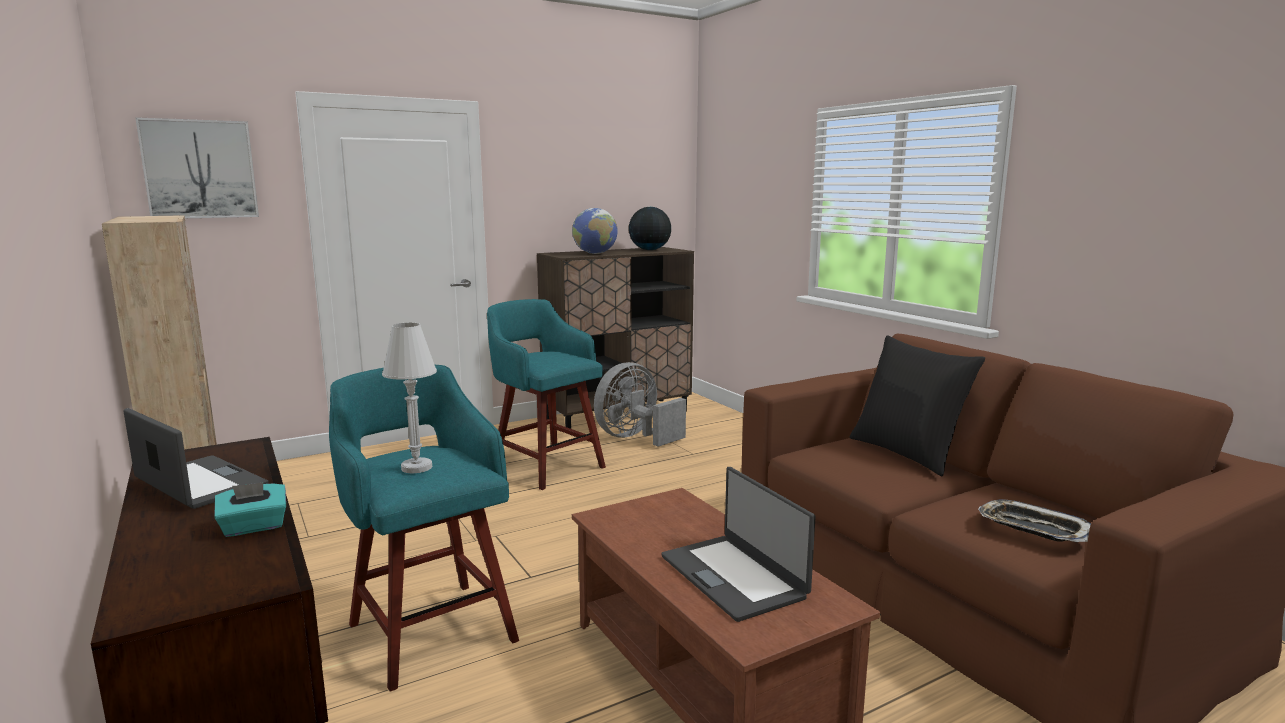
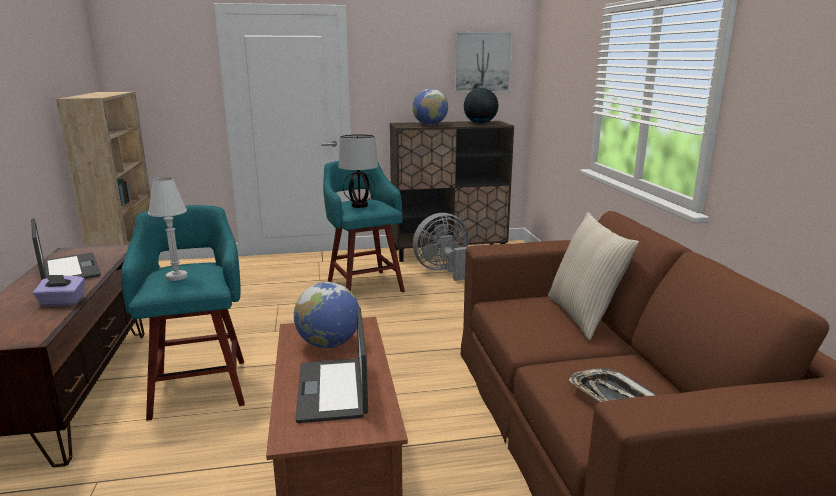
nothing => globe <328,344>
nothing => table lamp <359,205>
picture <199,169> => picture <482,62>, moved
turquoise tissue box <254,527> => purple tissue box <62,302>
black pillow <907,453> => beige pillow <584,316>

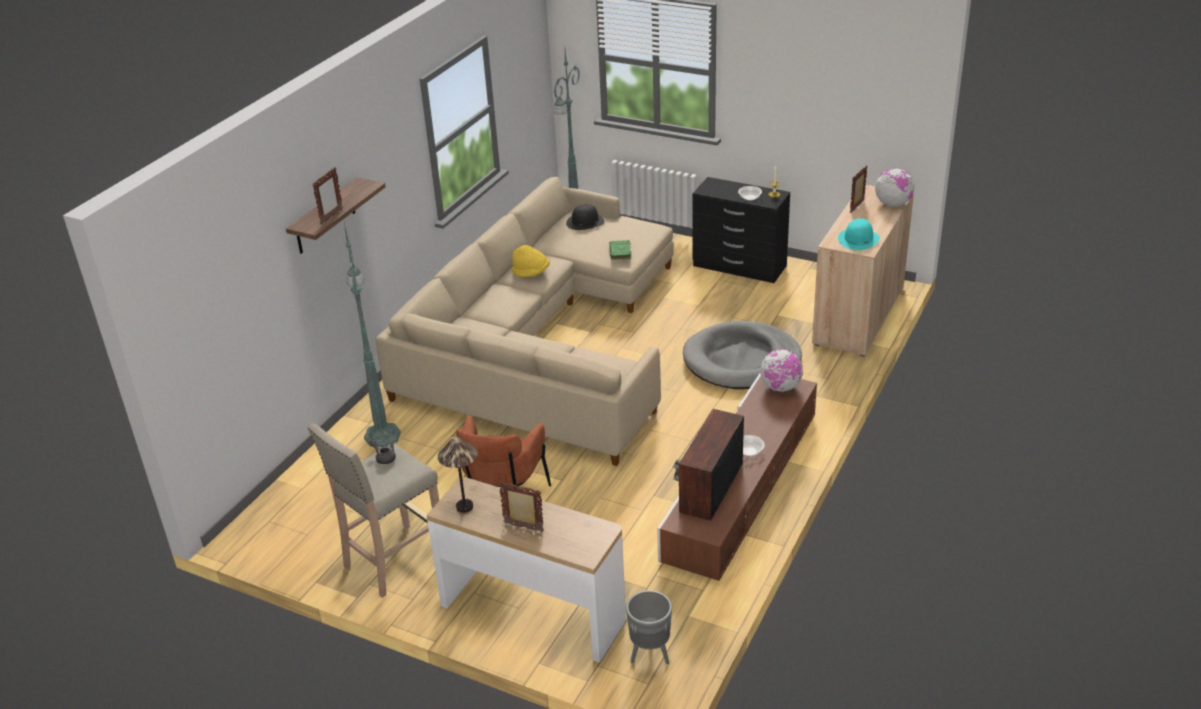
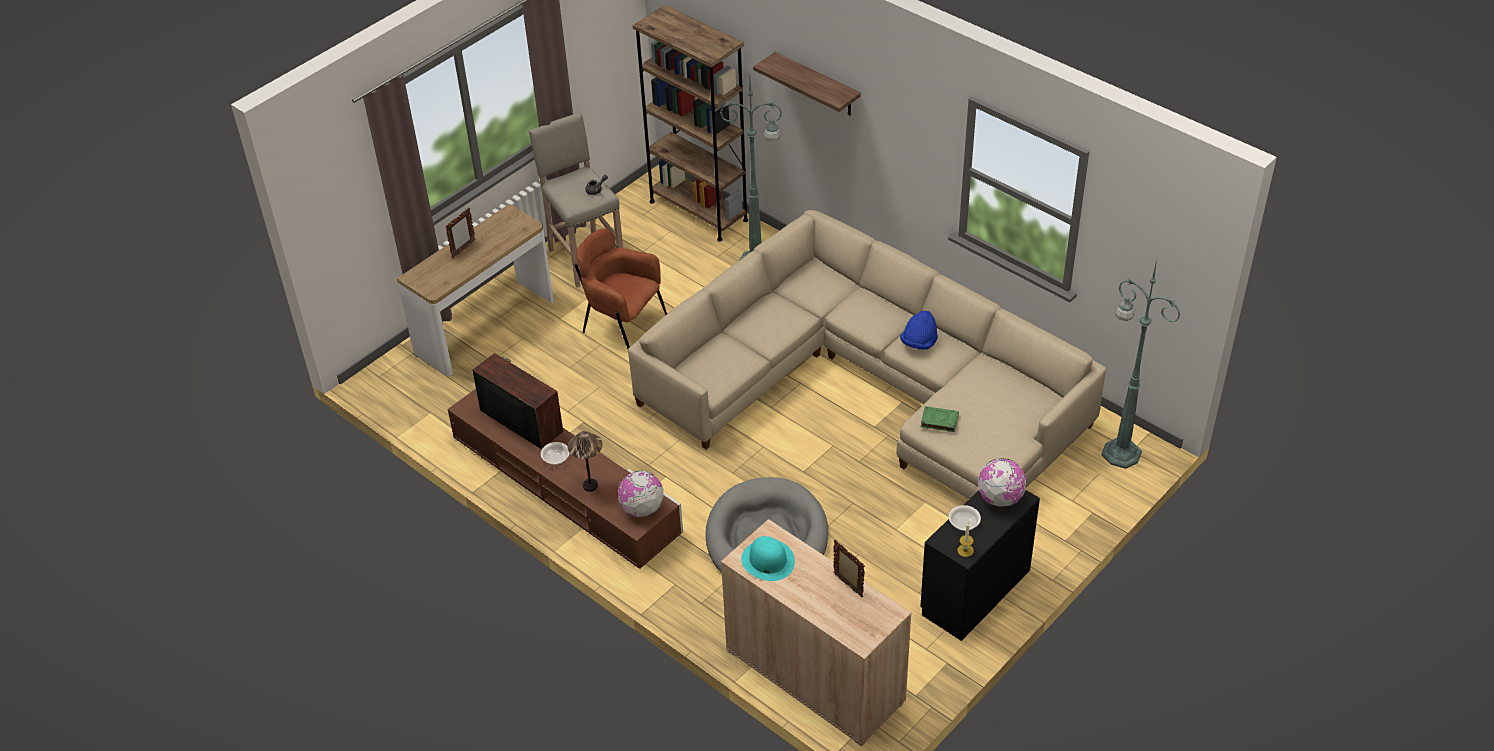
picture frame <331,217> => nothing
black hat <585,222> => nothing
grey planter <650,655> => nothing
nothing => brown bookcase <698,211>
table lamp <465,506> => table lamp <590,486>, moved
globe <892,204> => globe <1000,498>, moved
yellow hat <531,273> => blue hat <919,342>

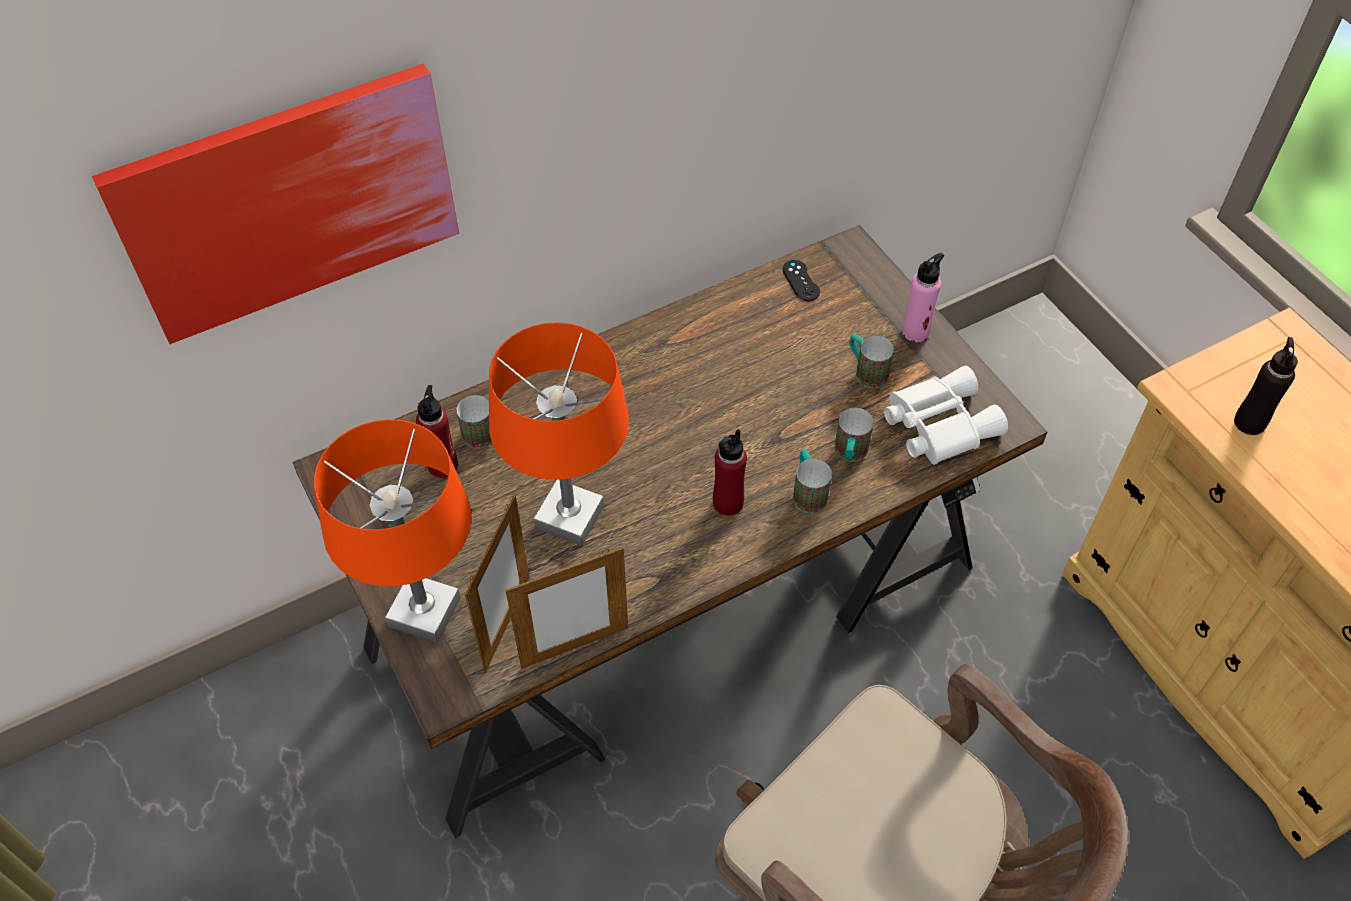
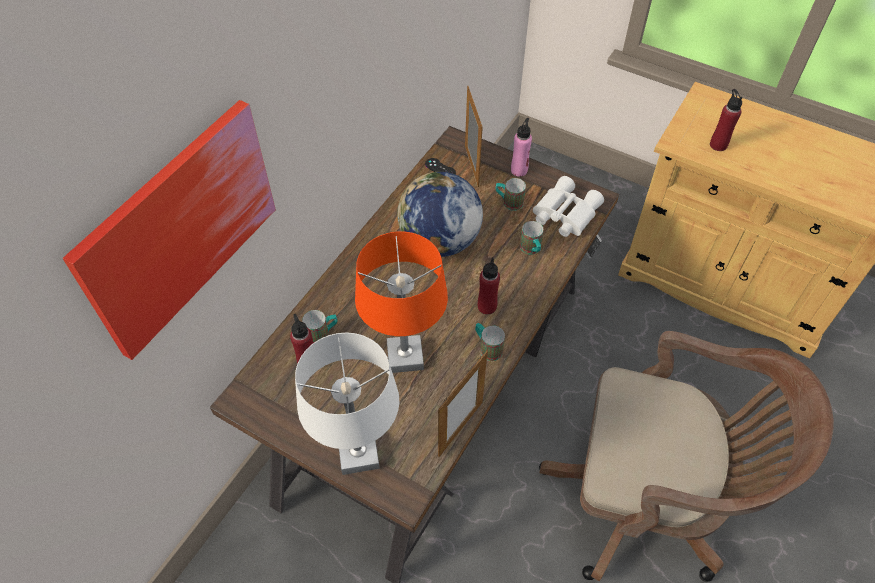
nothing => globe <439,241>
picture frame <507,623> => picture frame <471,166>, moved
mug <807,492> => mug <487,348>, moved
orange table lamp <424,613> => white table lamp <359,455>
black bottle <1249,422> => red bottle <718,145>

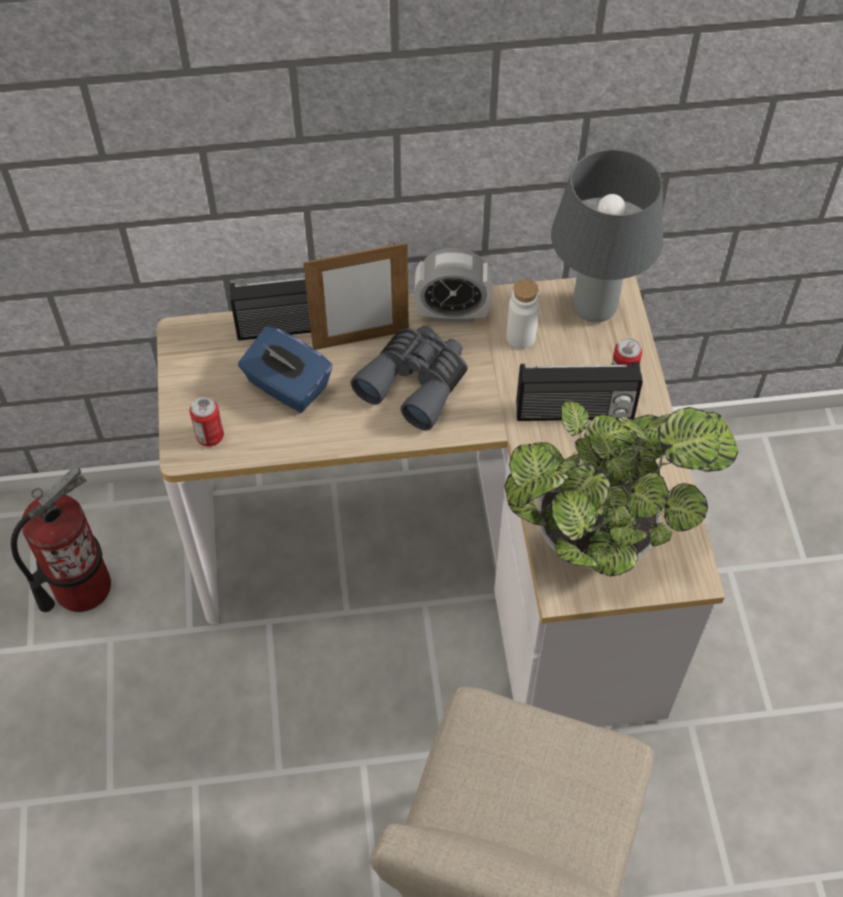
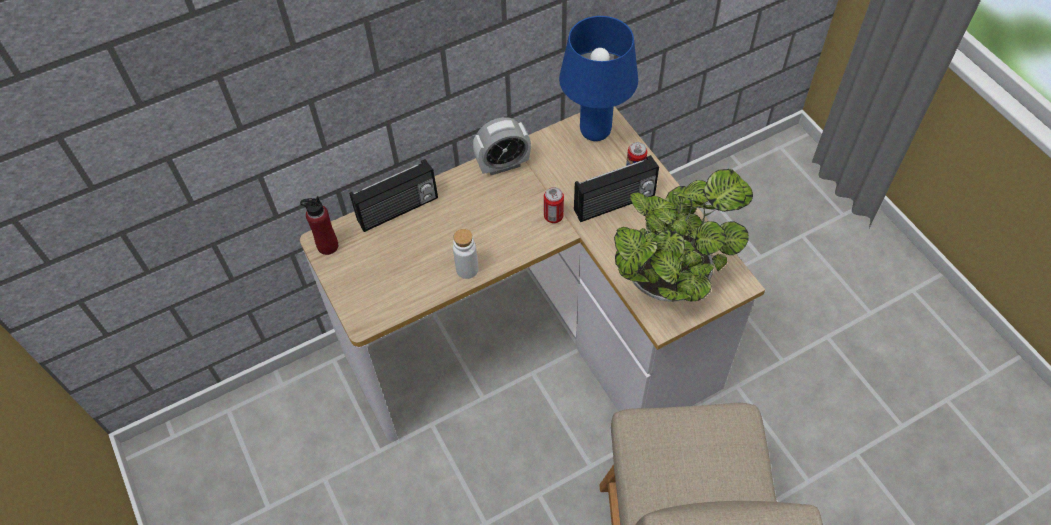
fire extinguisher <81,586> => nothing
blue tissue box <287,386> => nothing
picture frame <360,340> => nothing
grey binoculars <416,382> => nothing
nothing => red bottle <327,246>
can <210,436> => can <553,216>, moved
white bottle <520,337> => white bottle <467,269>, moved
grey table lamp <596,308> => blue table lamp <596,131>

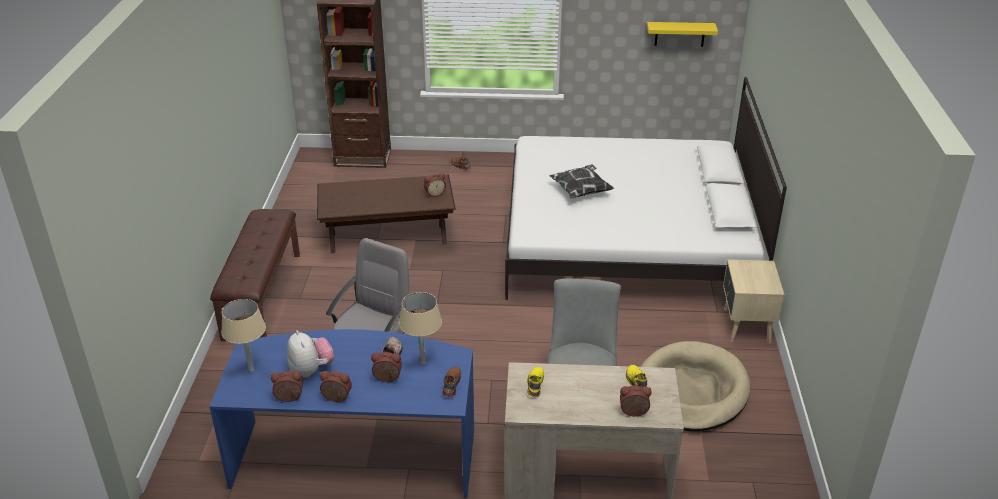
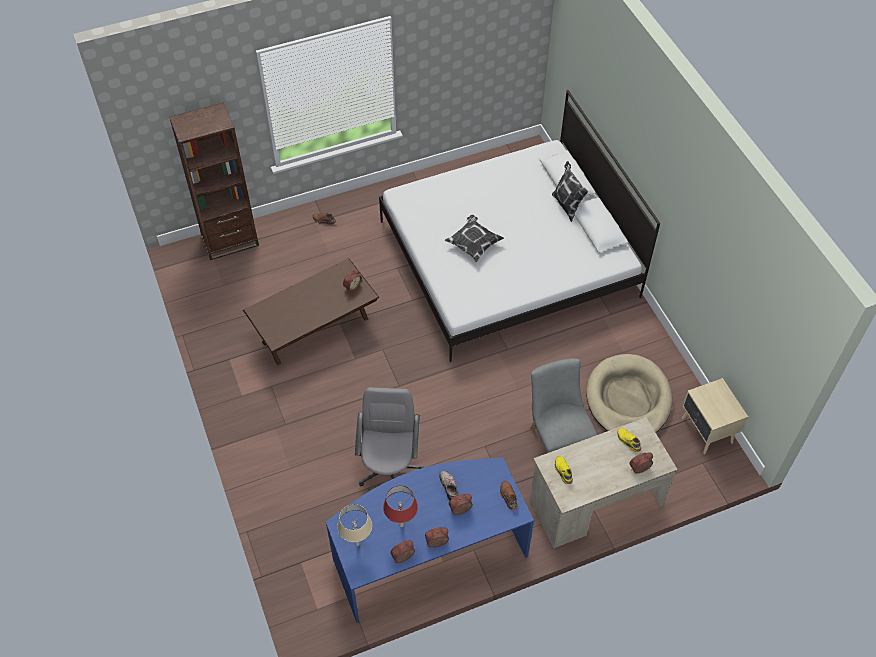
brown bench <261,295> => nothing
beige table lamp <423,363> => nothing
yellow shelf <679,34> => nothing
nothing => pillow <567,205>
beige nightstand <745,326> => beige nightstand <706,431>, moved
plush toy <311,370> => red table lamp <401,525>

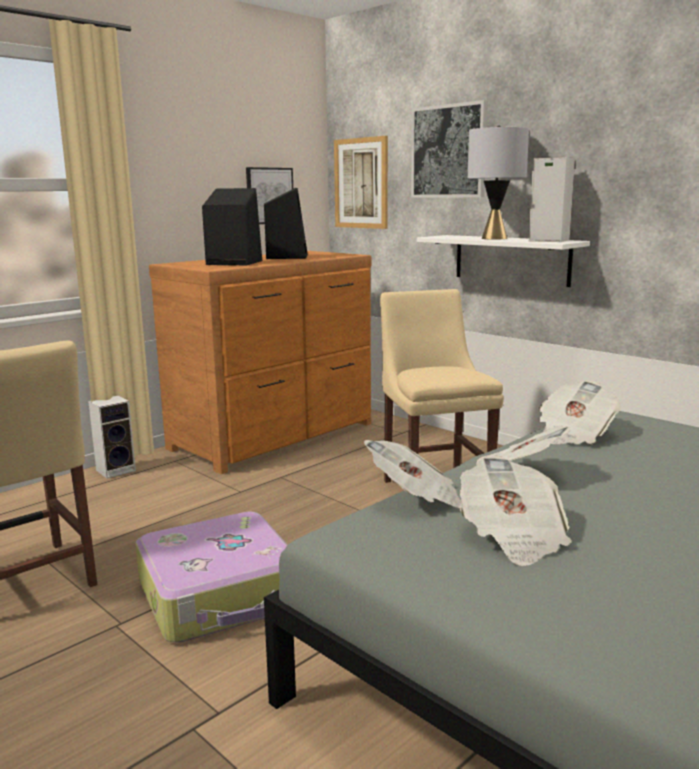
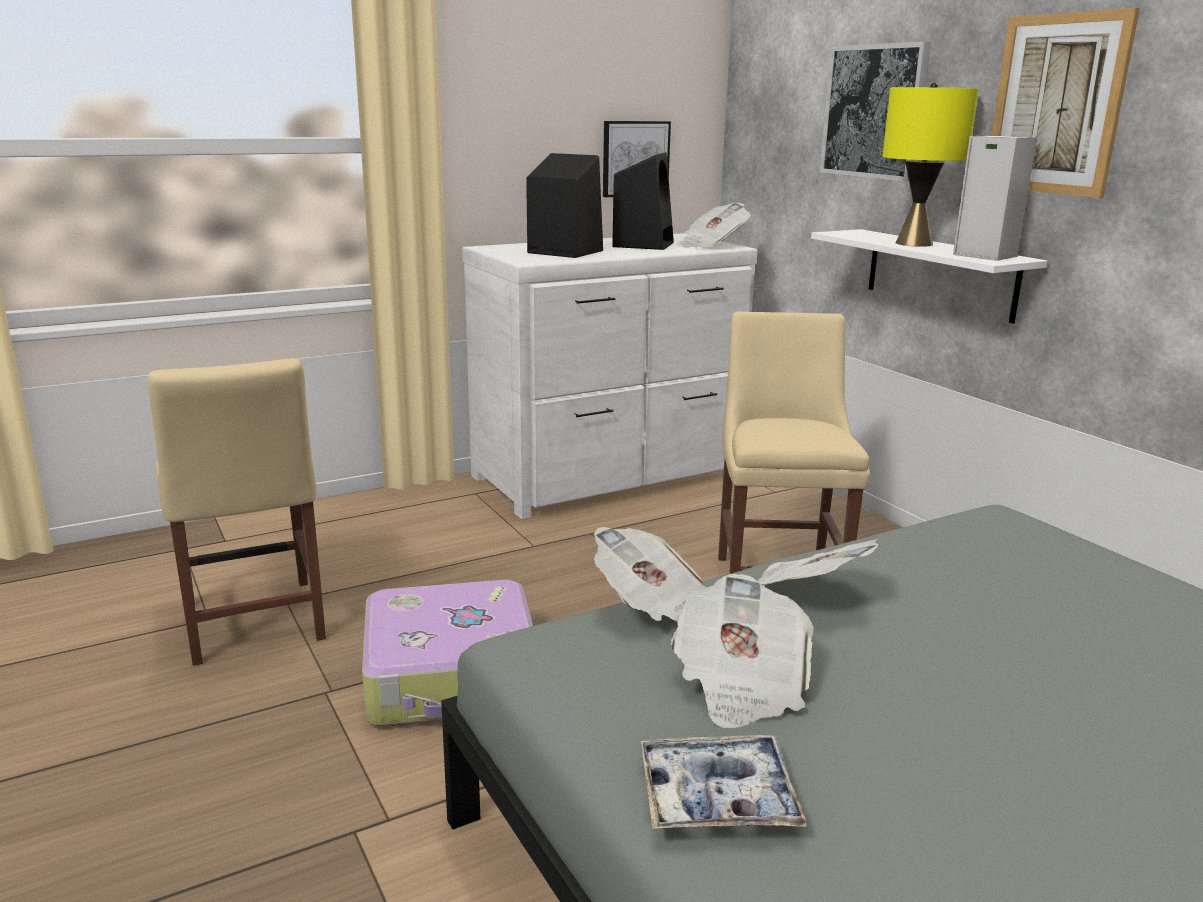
speaker <117,470> => nothing
nothing => tray <718,796>
picture <361,183> => picture <1056,105>, moved
newspaper <573,434> => newspaper <711,245>, moved
brown dresser <276,436> => white dresser <610,476>
grey table lamp <494,238> => yellow table lamp <914,244>

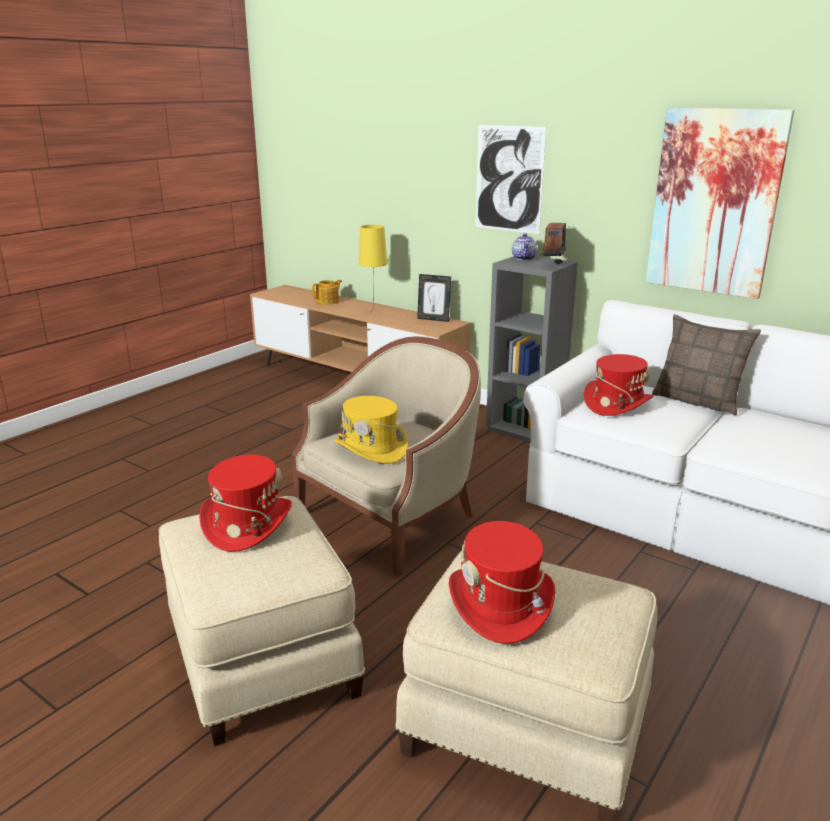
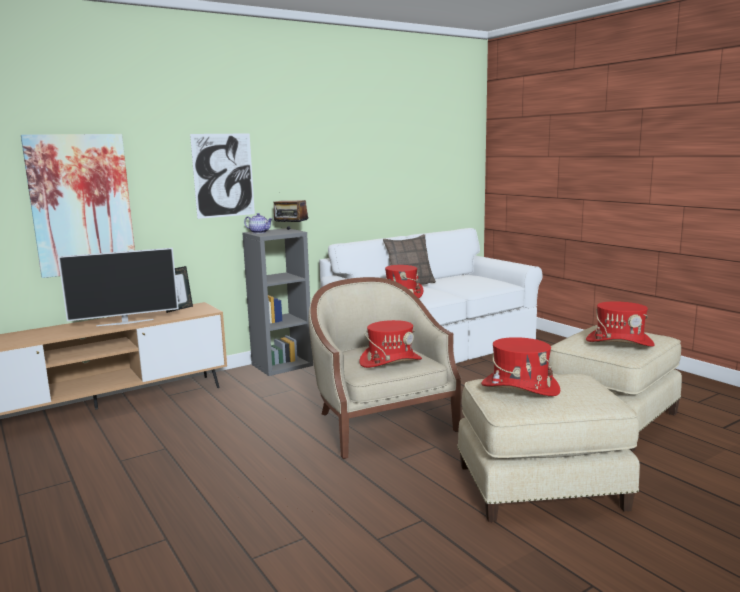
teapot <328,301> => nothing
picture <714,203> => picture <81,204>, moved
yellow table lamp <374,314> => television <125,322>
yellow hat <371,448> => red hat <390,361>

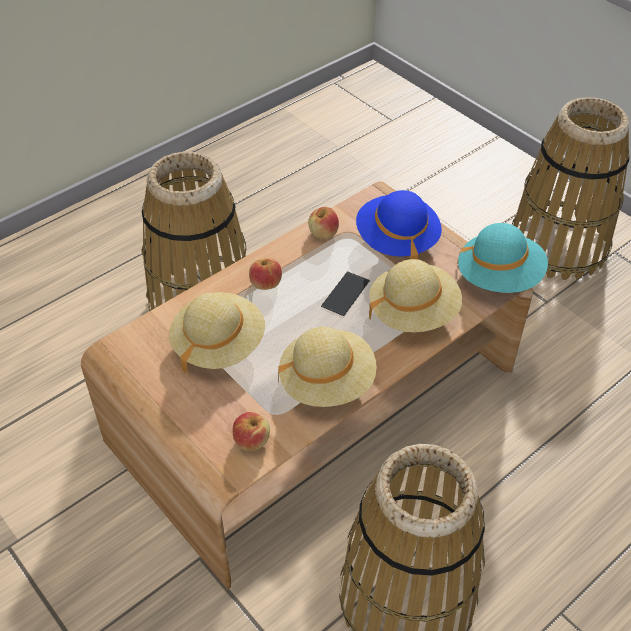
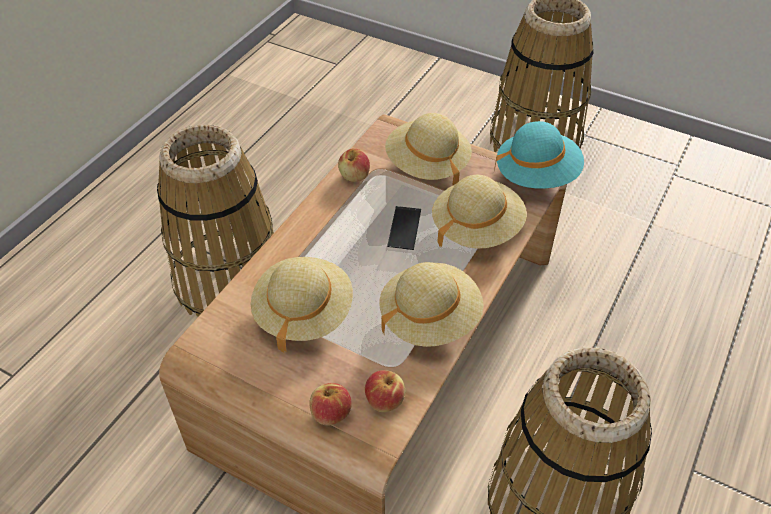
apple <265,283> => apple <330,413>, moved
blue hat <396,240> => beige hat <427,165>

